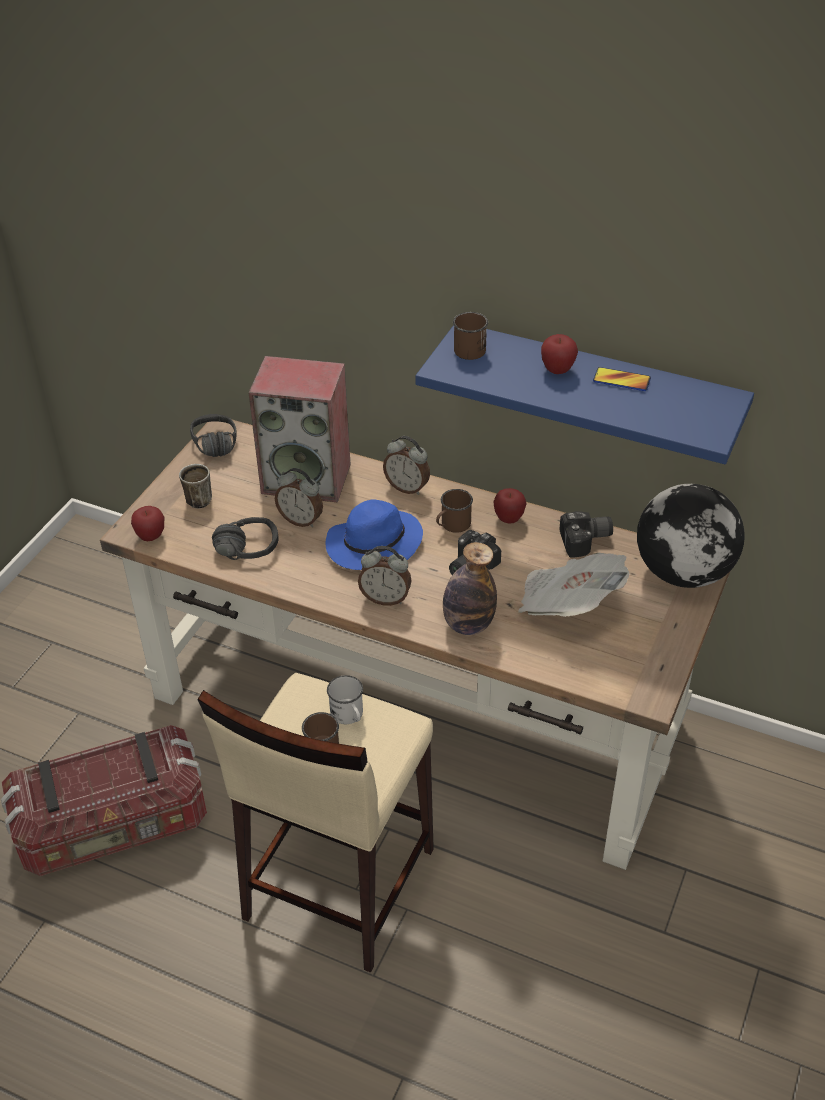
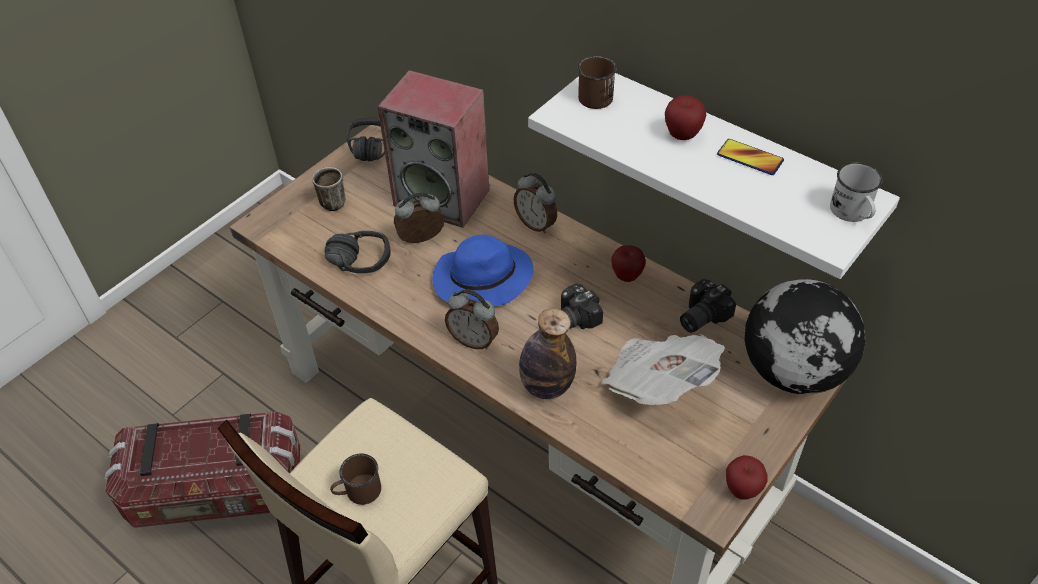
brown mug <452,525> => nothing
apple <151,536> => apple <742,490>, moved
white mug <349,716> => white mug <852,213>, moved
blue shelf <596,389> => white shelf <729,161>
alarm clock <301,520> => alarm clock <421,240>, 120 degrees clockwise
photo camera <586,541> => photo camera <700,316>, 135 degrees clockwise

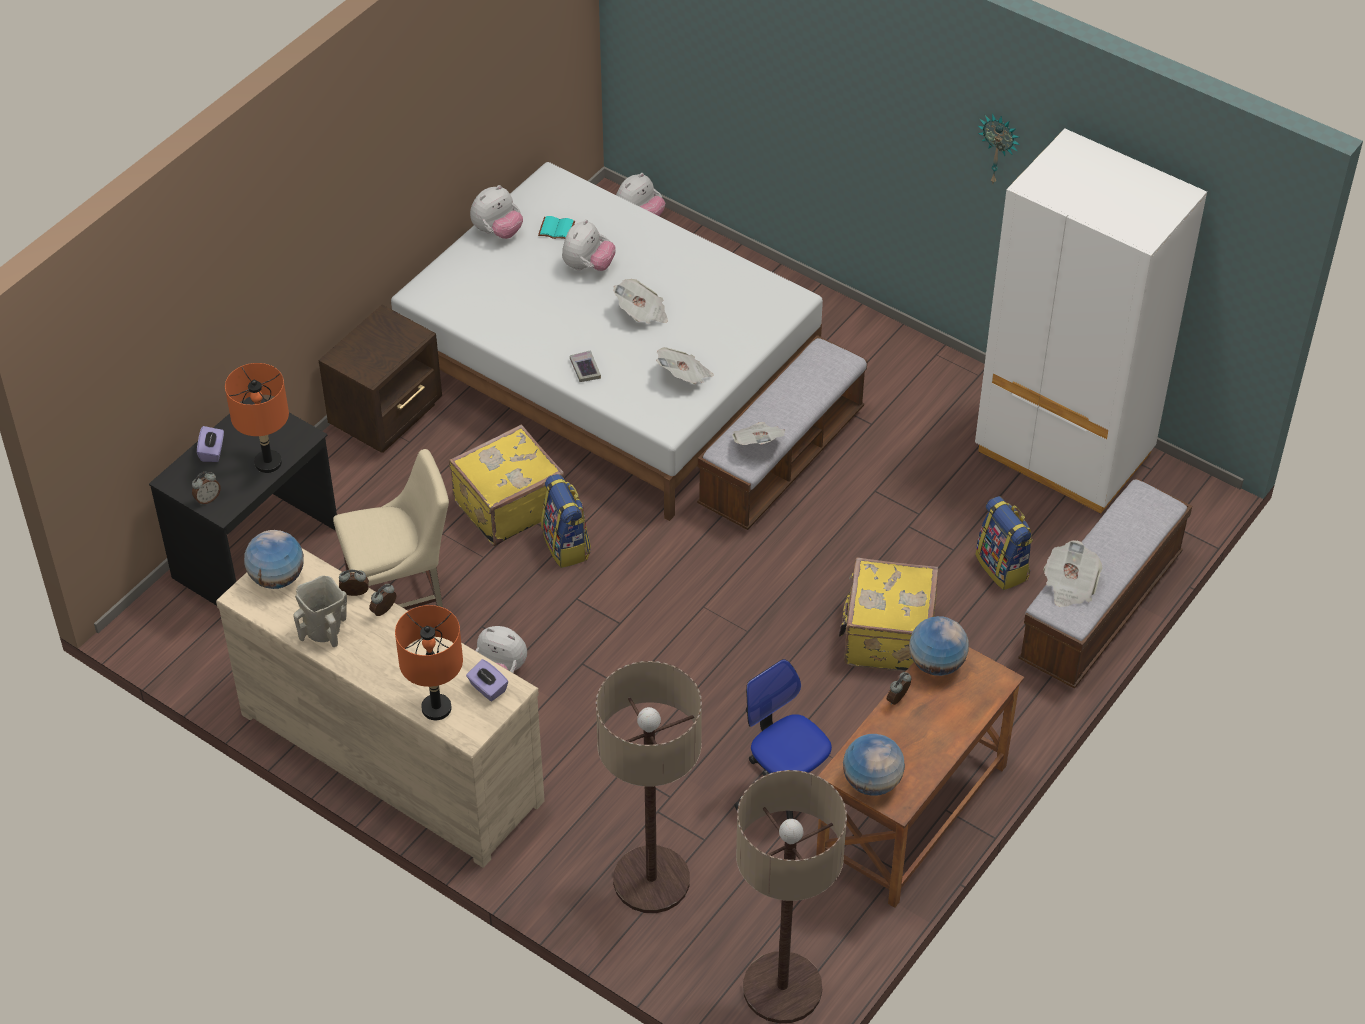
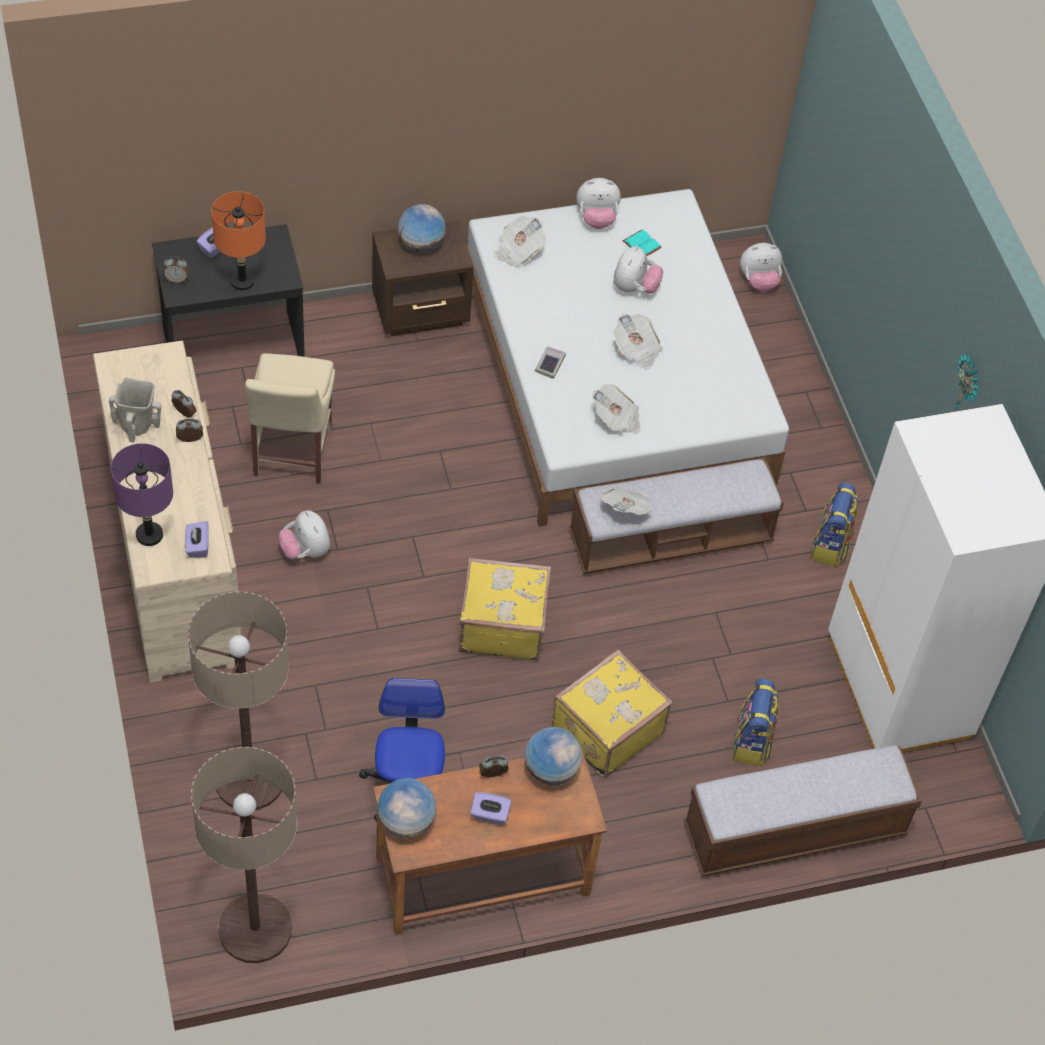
nothing => purple tissue box <489,815>
globe <277,578> => globe <420,244>, moved
yellow suitcase <507,505> => yellow suitcase <502,624>, moved
backpack <567,546> => backpack <830,546>, moved
newspaper <1069,585> => newspaper <518,251>, moved
orange table lamp <436,708> => purple table lamp <149,535>
beige chair <403,604> => beige chair <291,455>, 75 degrees clockwise
plush toy <588,266> => plush toy <635,288>, 45 degrees counterclockwise

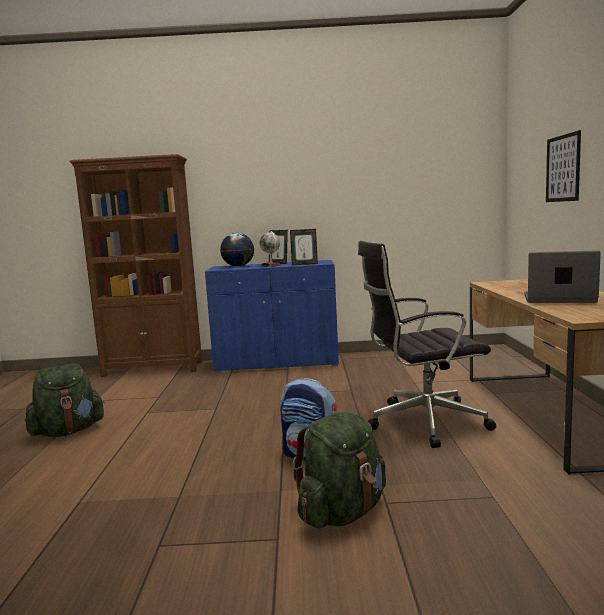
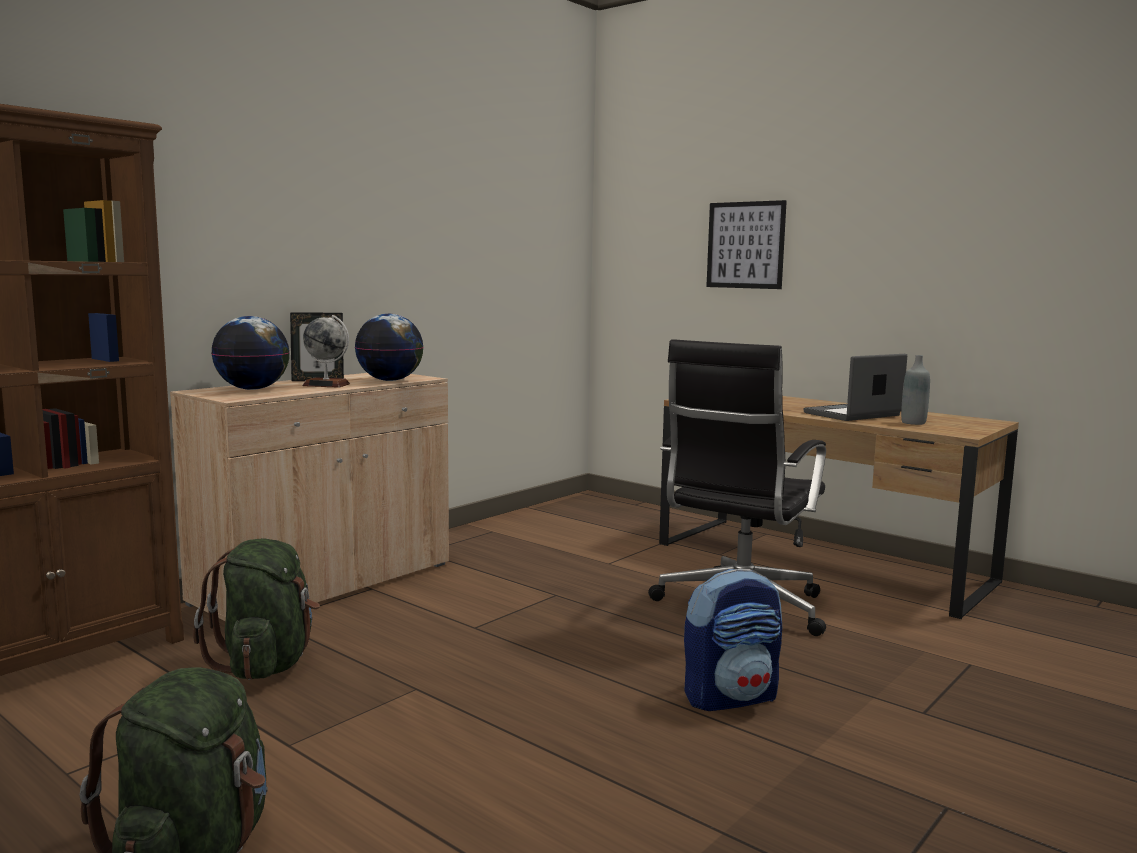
nothing => grey bottle <913,422>
green backpack <342,513> => green backpack <266,664>, moved
picture frame <304,264> => globe <390,380>
blue cabinet <277,363> => beige cabinet <325,583>

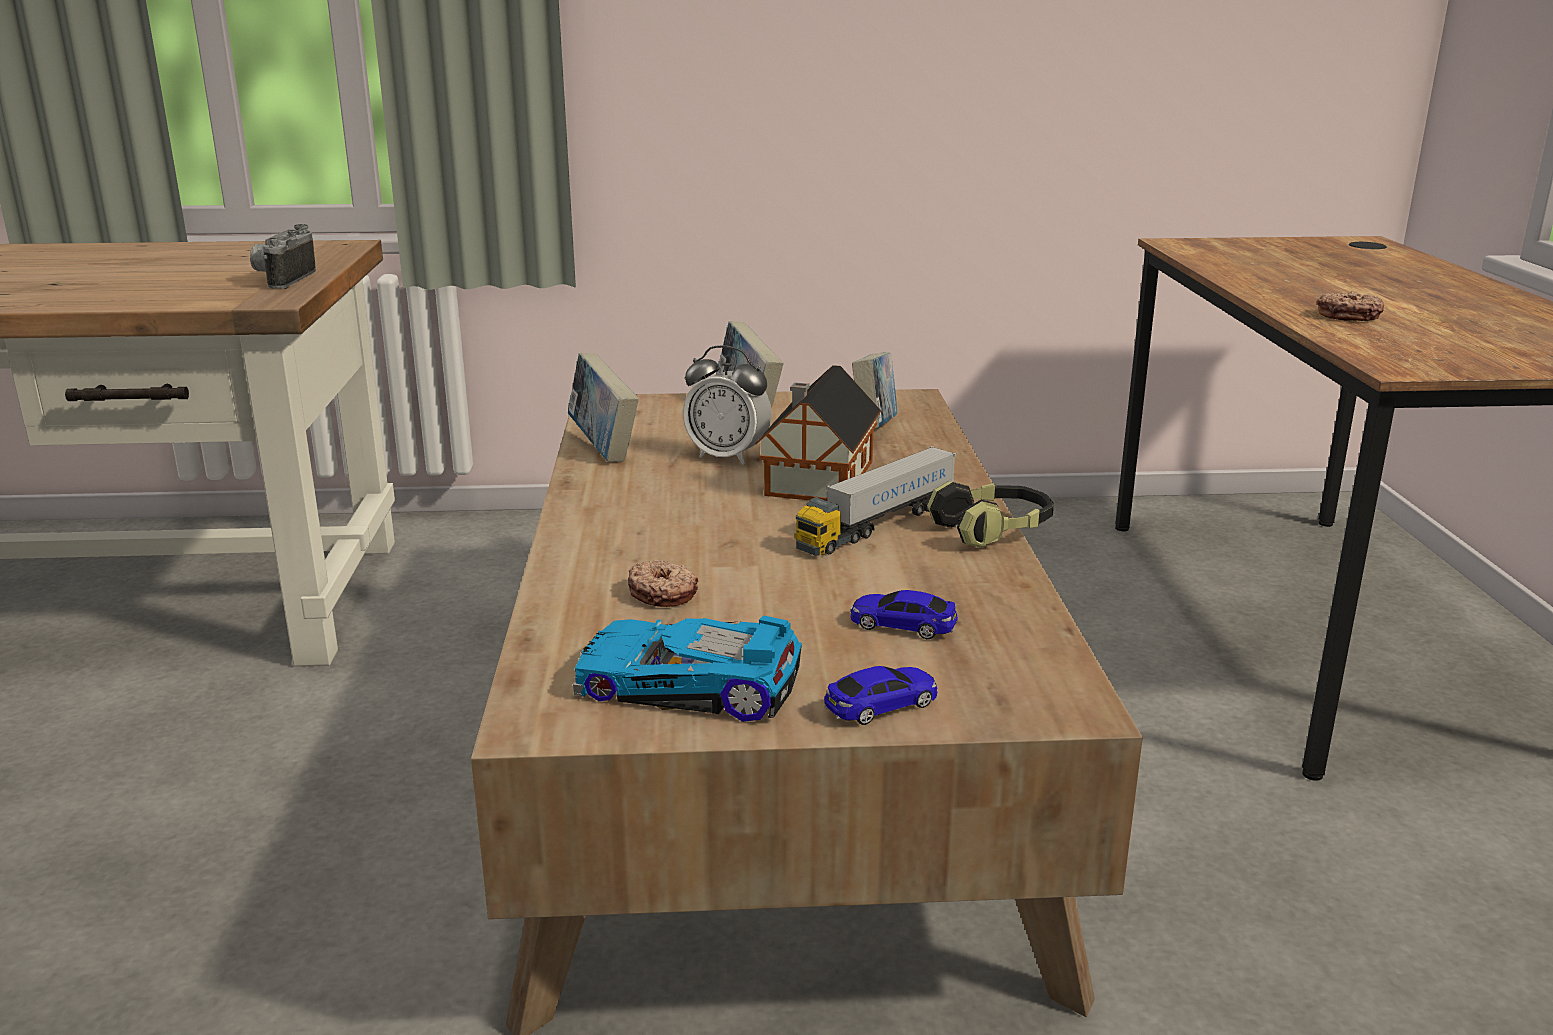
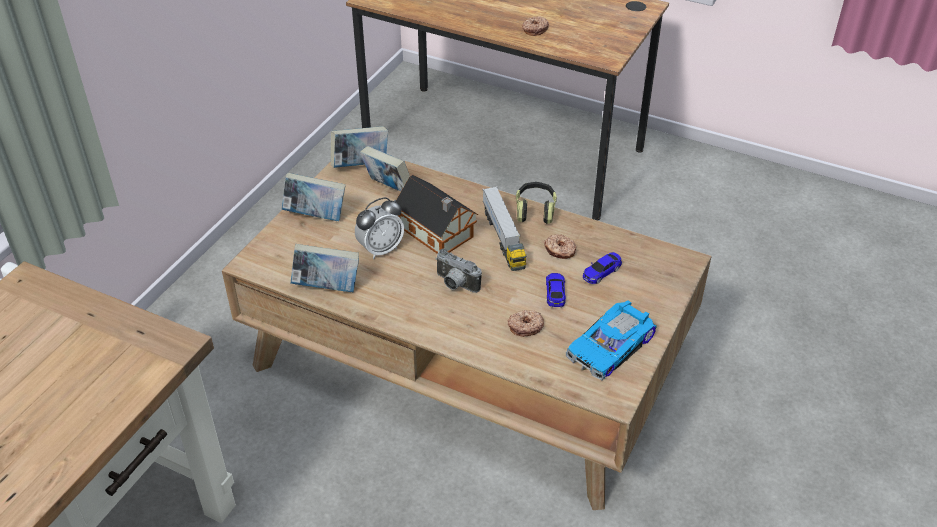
nothing => book <360,165>
nothing => donut <560,251>
photo camera <282,279> => photo camera <455,284>, moved
toy car <882,706> => toy car <555,293>, moved

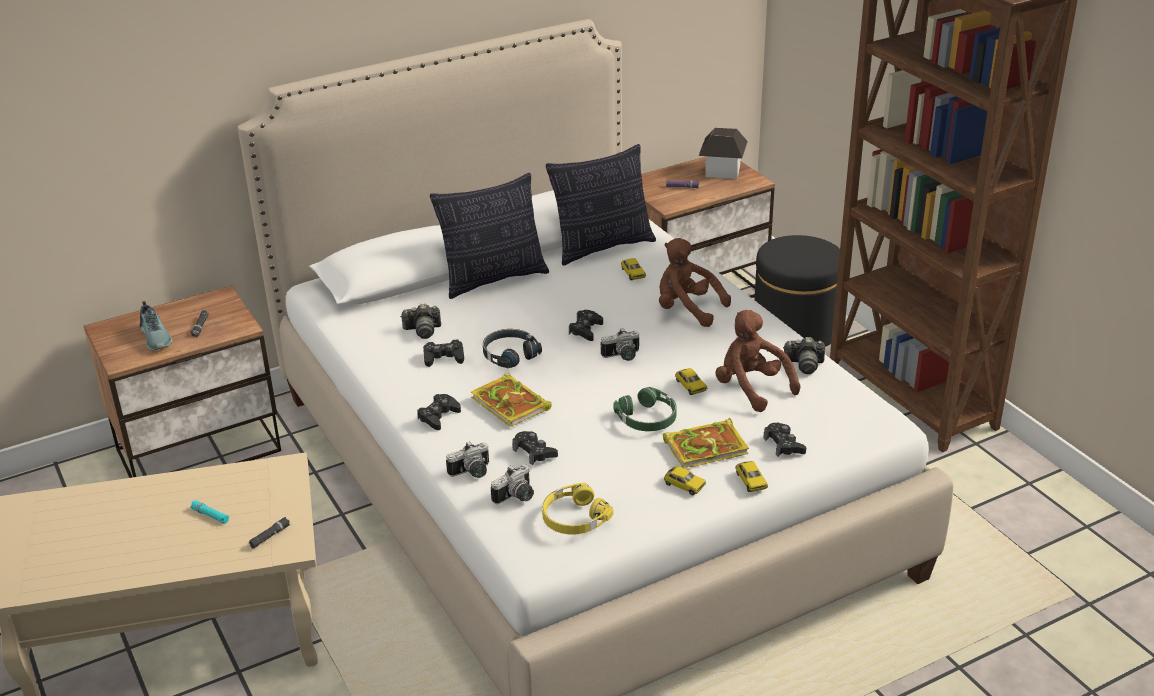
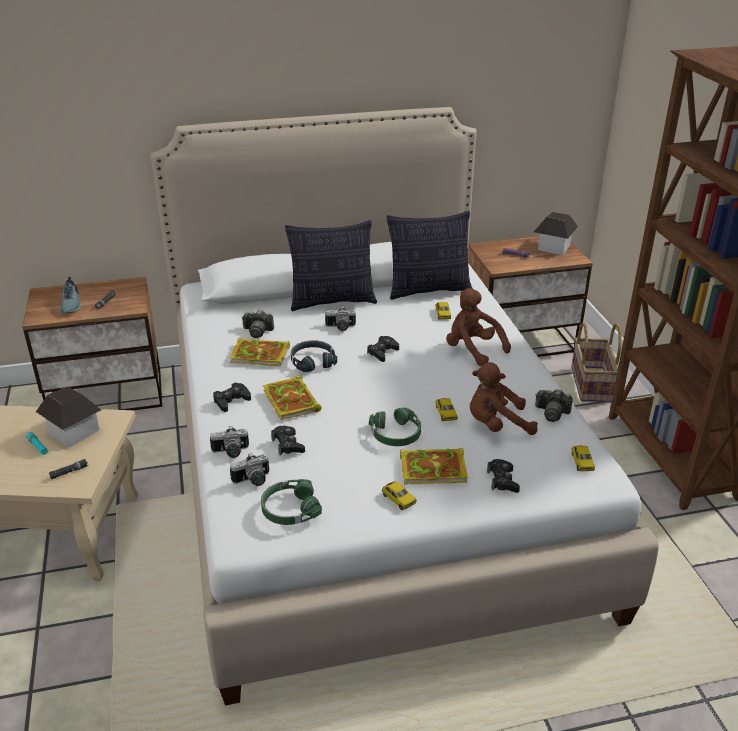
nothing => toy house <74,432>
photo camera <622,356> => photo camera <340,328>, moved
toy car <751,481> => toy car <582,462>, moved
black game controller <444,357> => book <261,355>
black ottoman <795,330> => basket <590,384>
yellow headphones <574,518> => green headphones <289,509>
brown plush toy <751,388> => brown plush toy <496,425>, 75 degrees counterclockwise

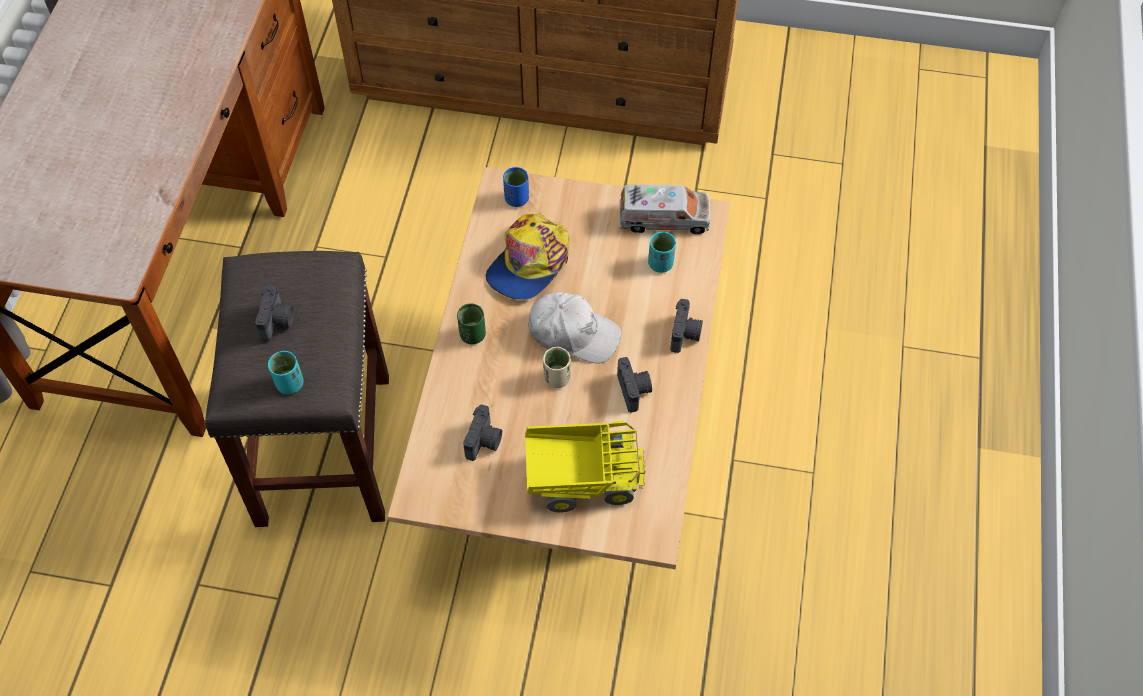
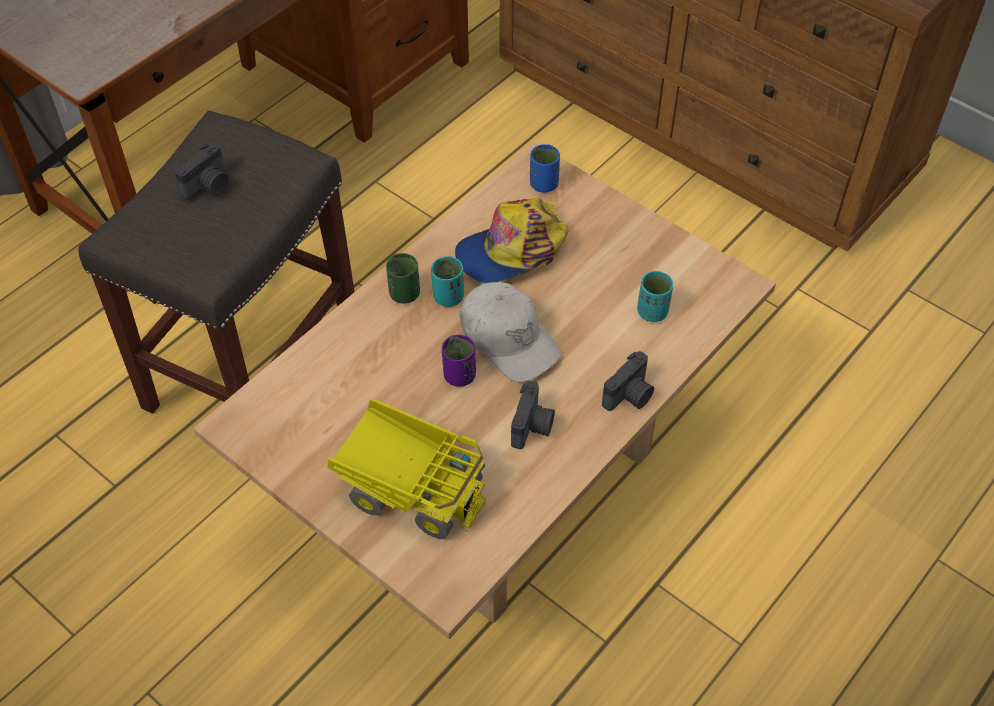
photo camera <484,441> => nothing
toy truck <664,218> => nothing
turquoise cup <289,384> => turquoise cup <448,297>, moved
beige cup <557,378> => purple cup <459,375>

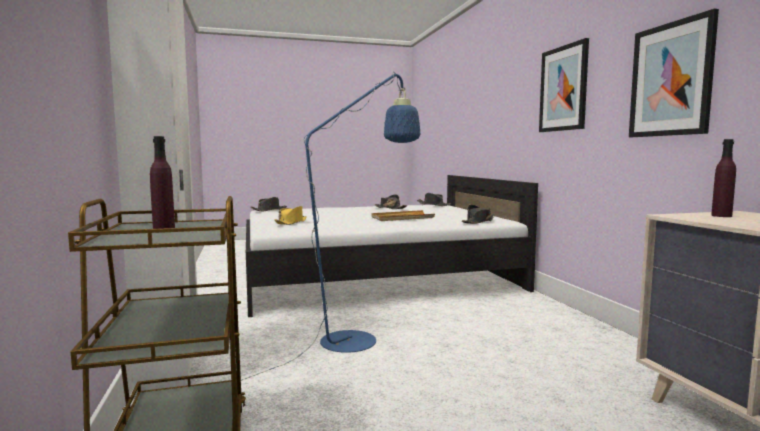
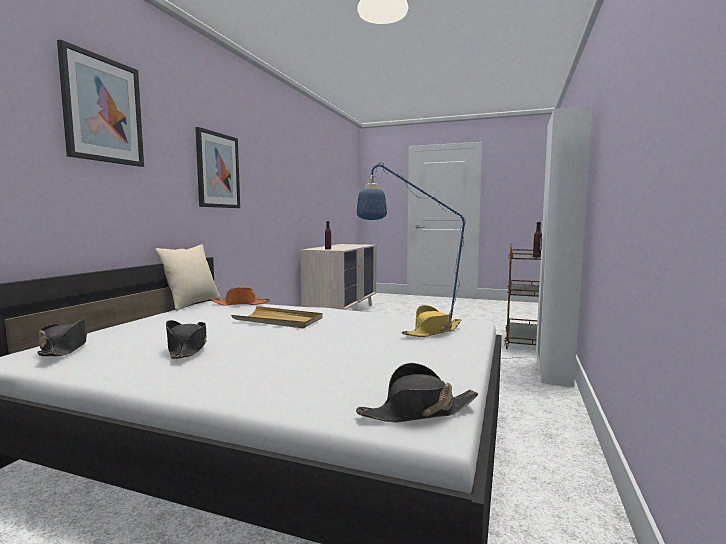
nothing => beige pillow <192,304>
picture <671,79> => picture <103,110>, moved
black hat <478,222> => orange hat <241,304>

